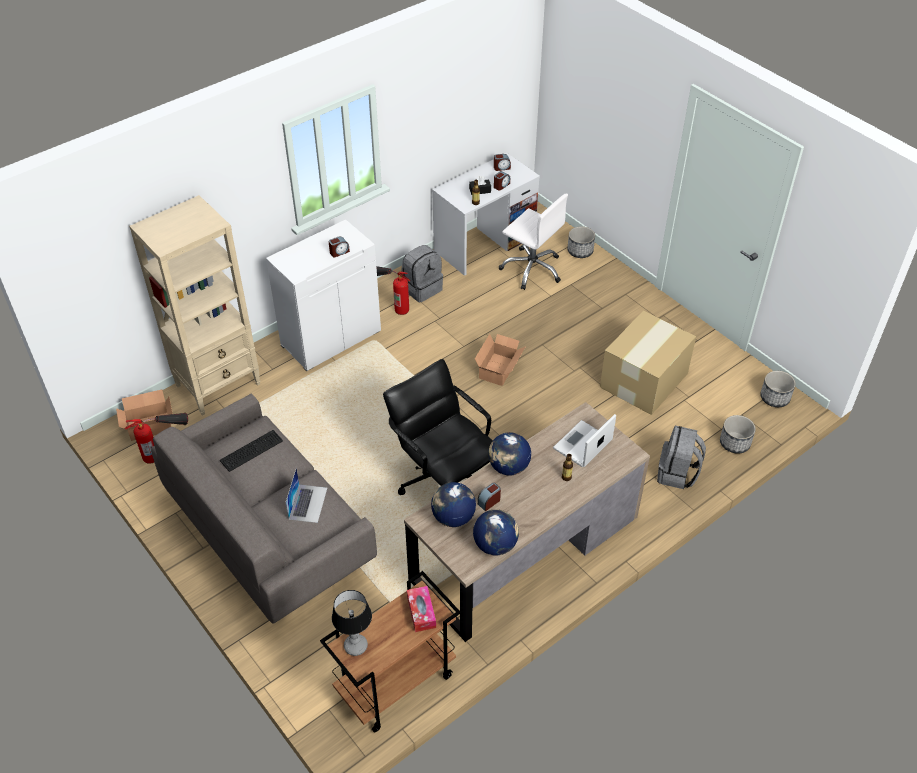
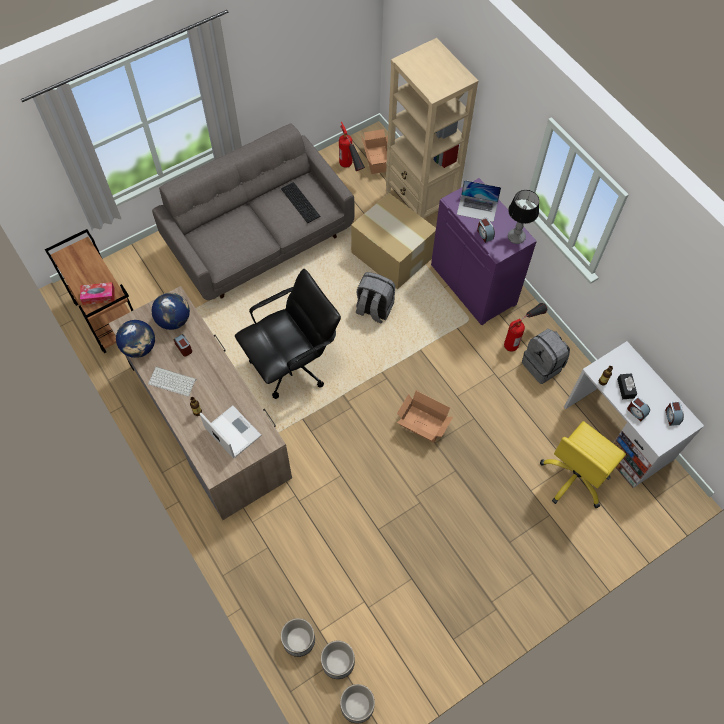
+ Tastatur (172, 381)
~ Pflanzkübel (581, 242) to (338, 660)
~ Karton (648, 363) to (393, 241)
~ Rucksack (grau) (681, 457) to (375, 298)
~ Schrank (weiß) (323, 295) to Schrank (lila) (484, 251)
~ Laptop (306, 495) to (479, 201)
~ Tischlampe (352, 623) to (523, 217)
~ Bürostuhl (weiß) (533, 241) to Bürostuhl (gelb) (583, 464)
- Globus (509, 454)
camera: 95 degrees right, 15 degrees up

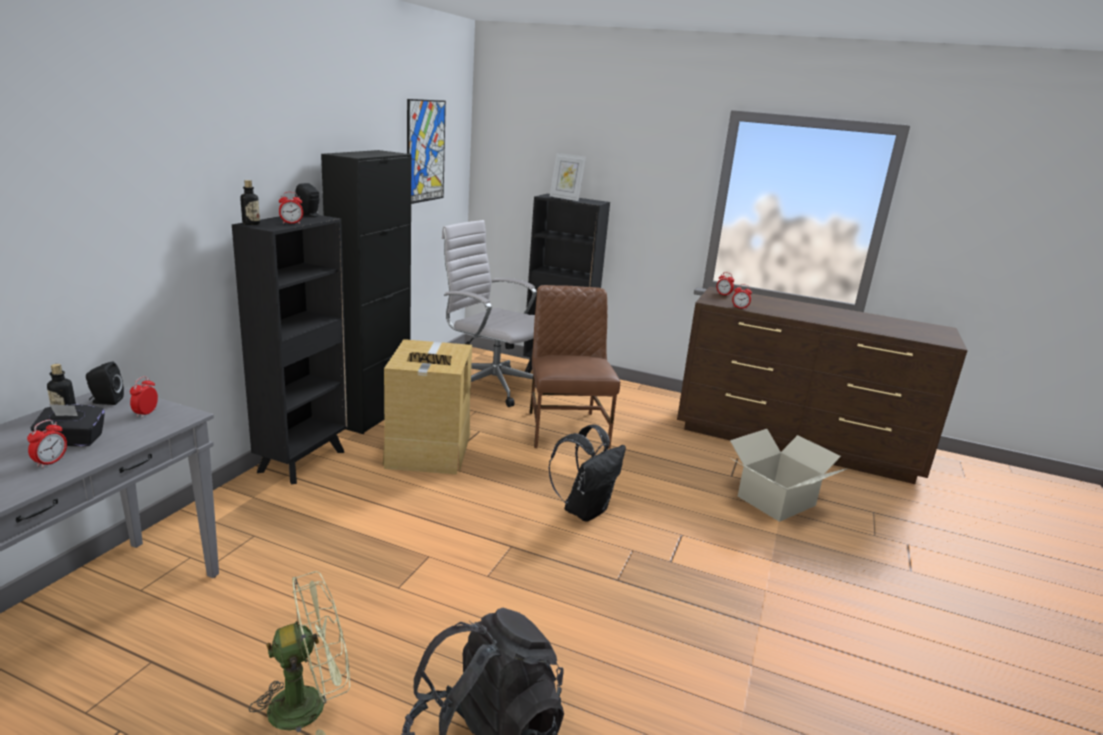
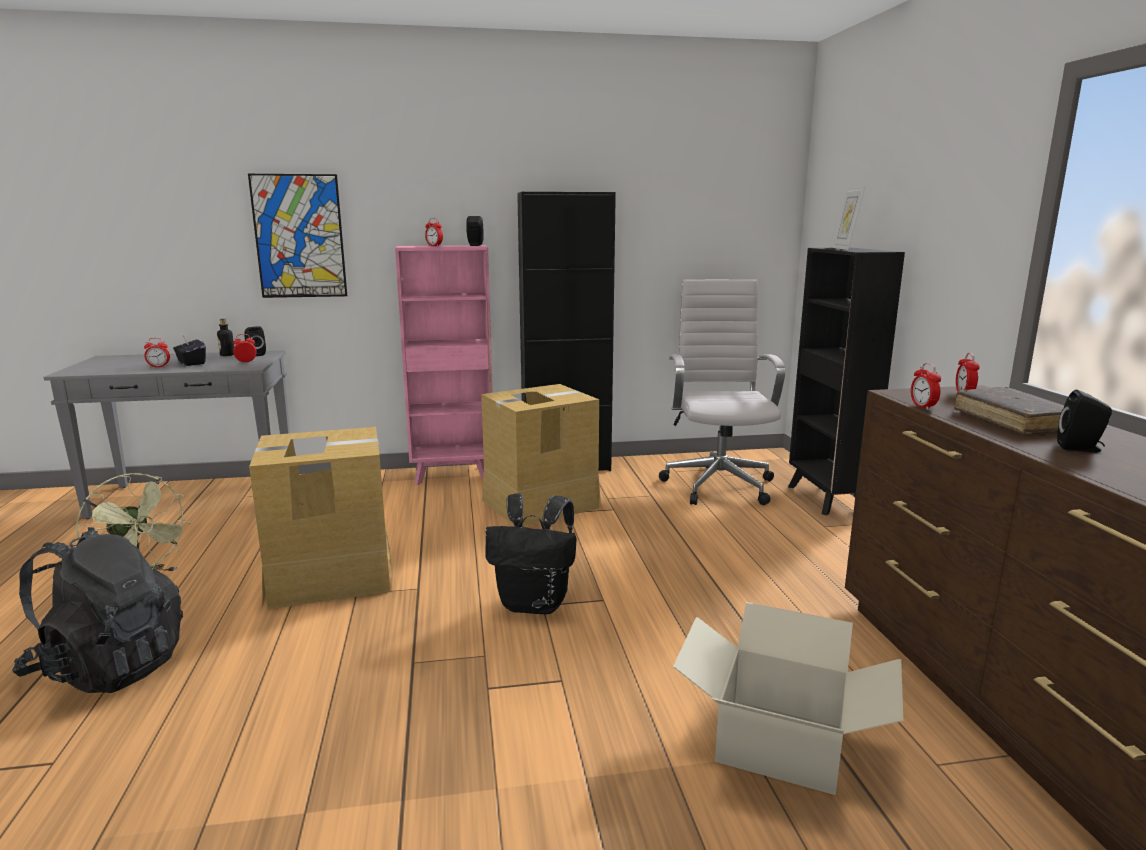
~ Bild (426, 151) to (297, 236)
+ Karton (322, 518)
~ Bücherregal (schwarz) (289, 349) to Bücherregal (rosa) (444, 365)
+ Buch (braun) (1009, 411)
+ Lautsprecher (schwarz) (1084, 420)
- Flasche (250, 202)
- Stuhl (braun) (575, 367)
camera: 60 degrees right, 5 degrees down

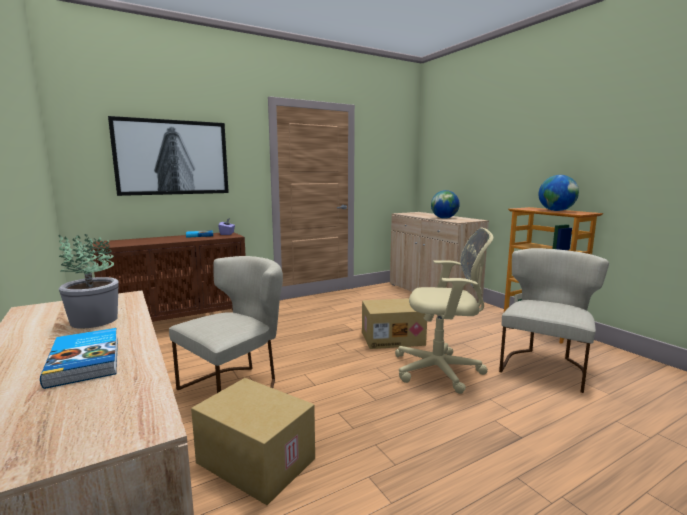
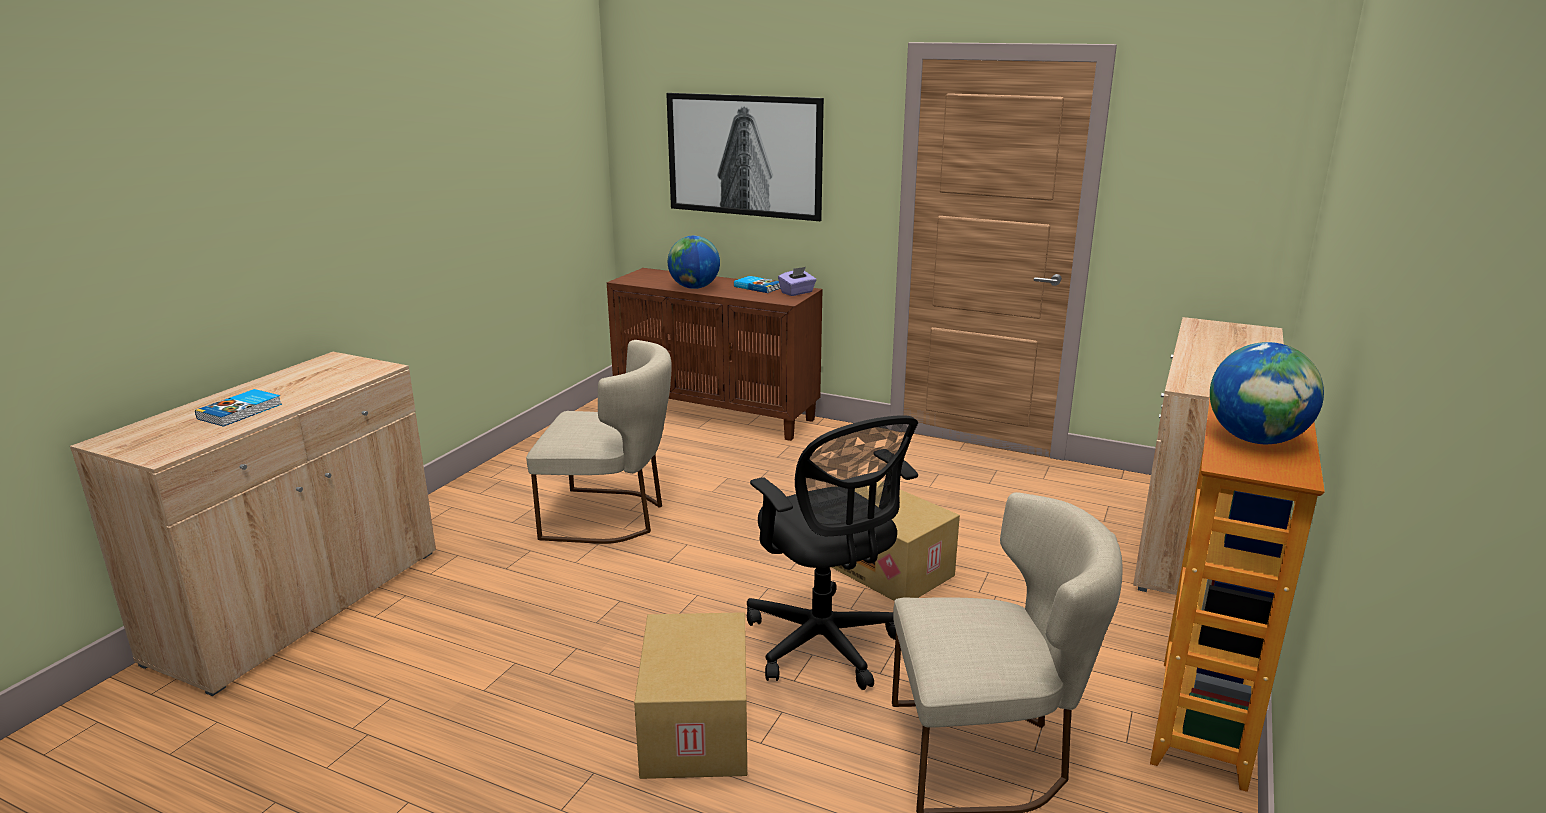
~ Karton (253, 441) to (690, 695)
~ Globus (445, 204) to (694, 262)
~ Bürostuhl (beige) (444, 311) to Bürostuhl (schwarz) (832, 552)
- Topfpflanze (89, 281)
camera: 55 degrees right, 10 degrees up

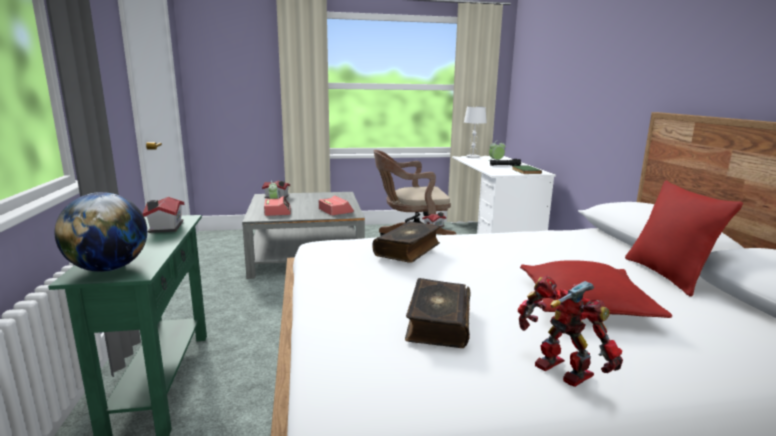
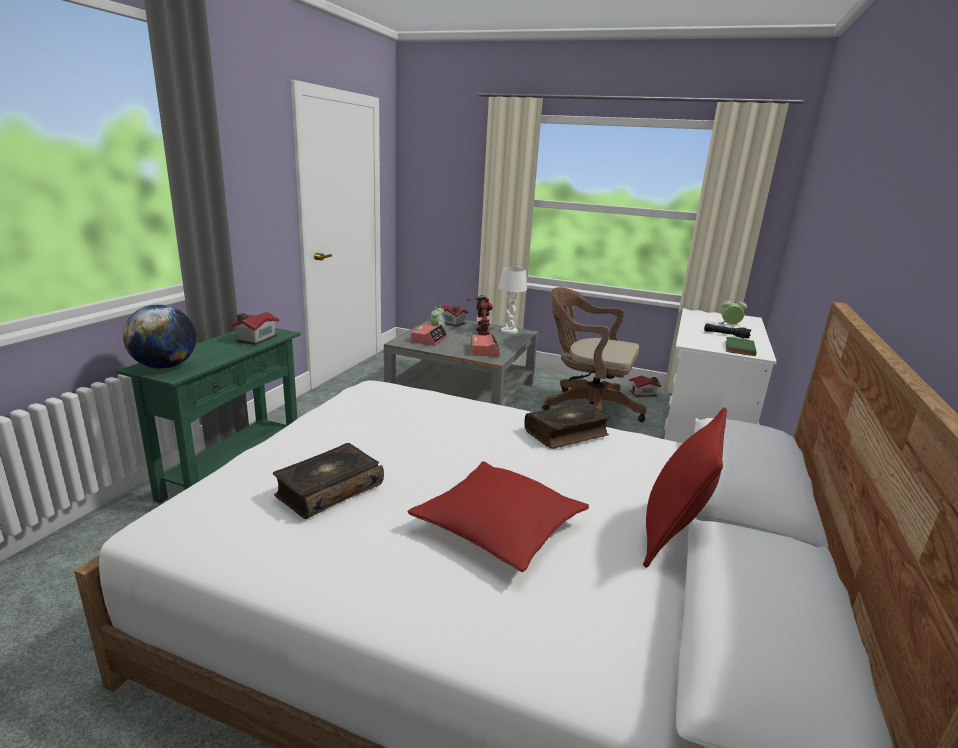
~ Spielzeugroboter (570, 331) to (480, 315)
~ Tischlampe (weiß) (475, 132) to (512, 300)
~ Buch (406, 242) to (567, 425)
camera: 30 degrees right, 5 degrees up

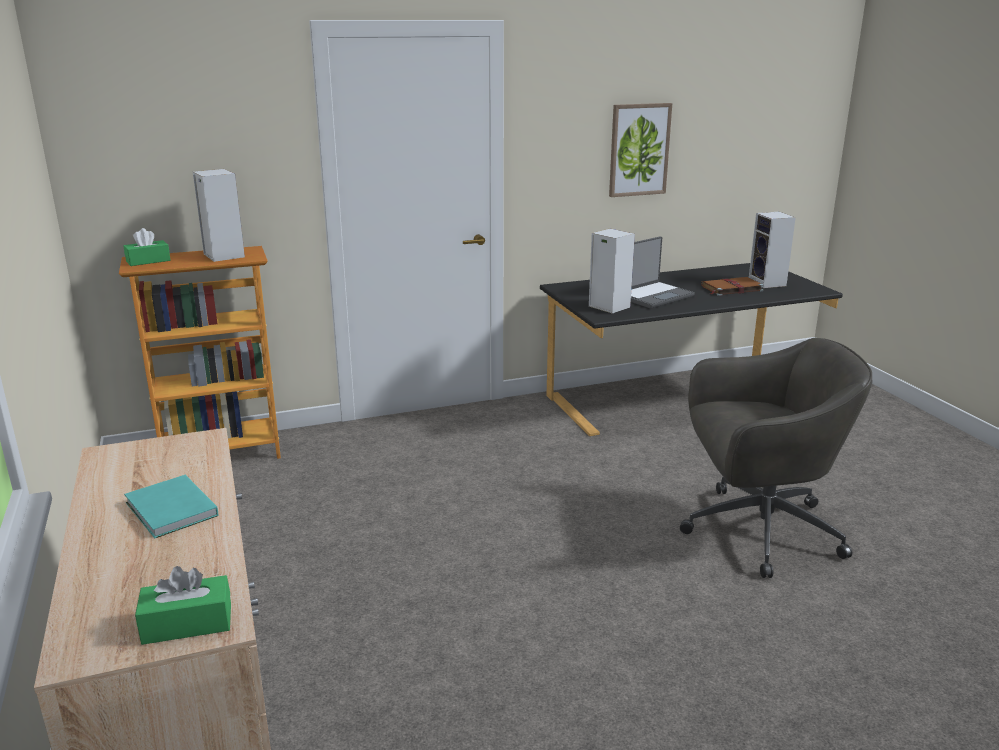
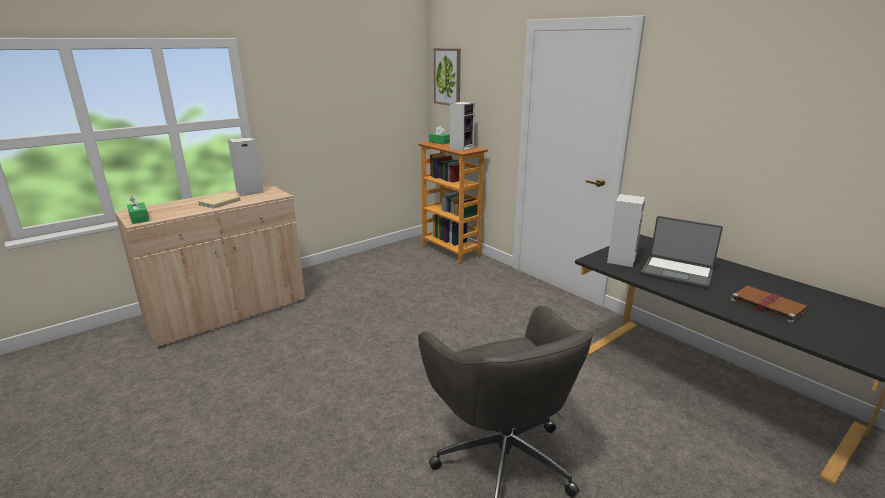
~ Buch (türkis) (171, 506) to Buch (beige) (219, 201)
~ Lautsprecher (772, 250) to (246, 166)
~ Bild (640, 150) to (447, 76)
camera: 70 degrees right, 0 degrees up

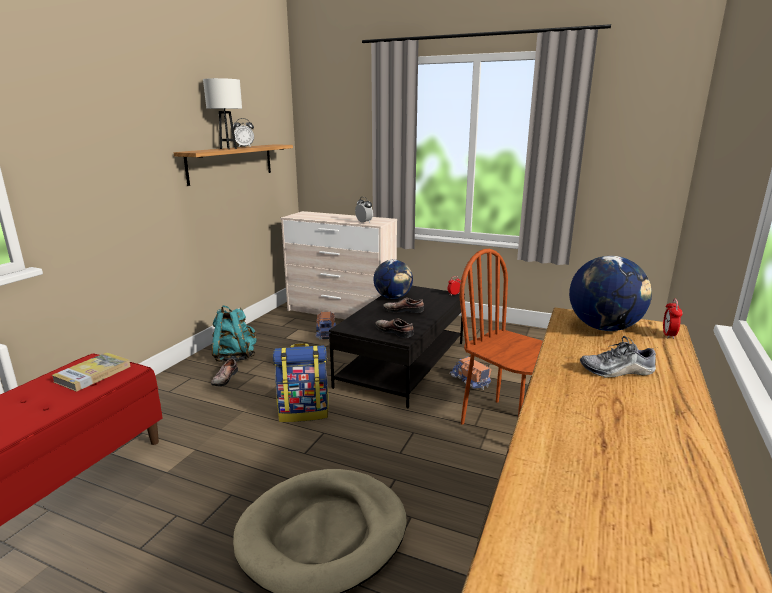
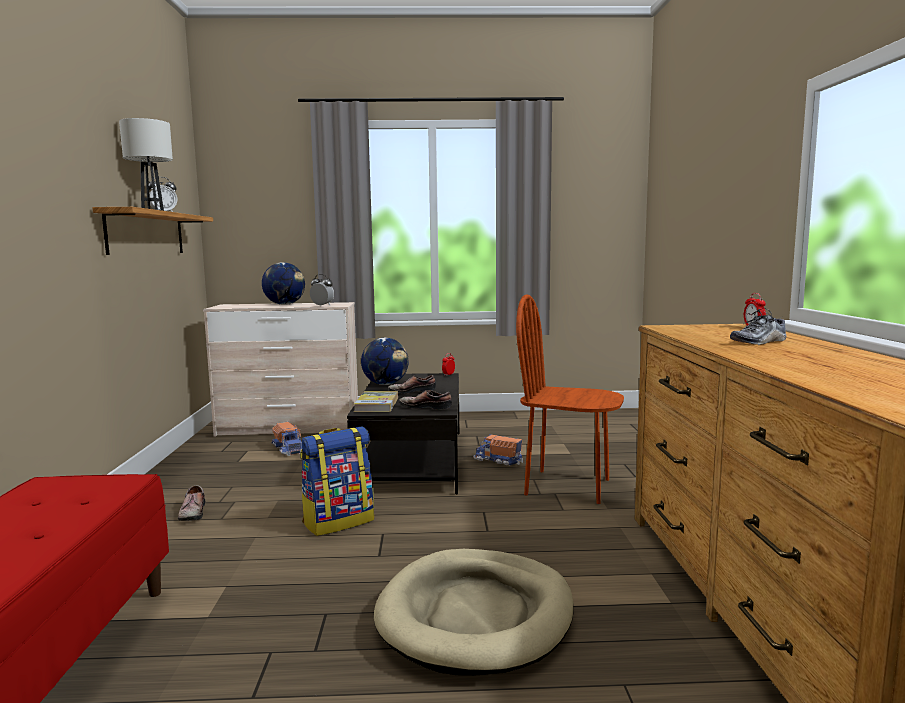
~ Globus (610, 293) to (283, 283)
~ Buch (91, 372) to (376, 401)
- Rucksack (türkis) (234, 333)
camera: 25 degrees left, 10 degrees down

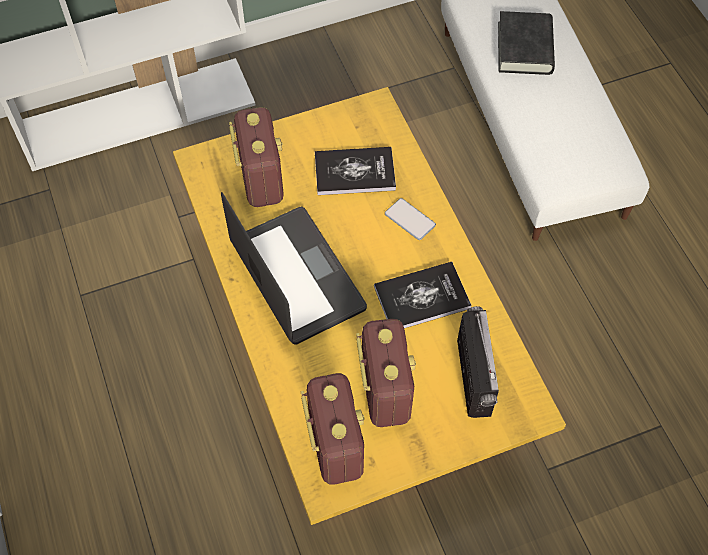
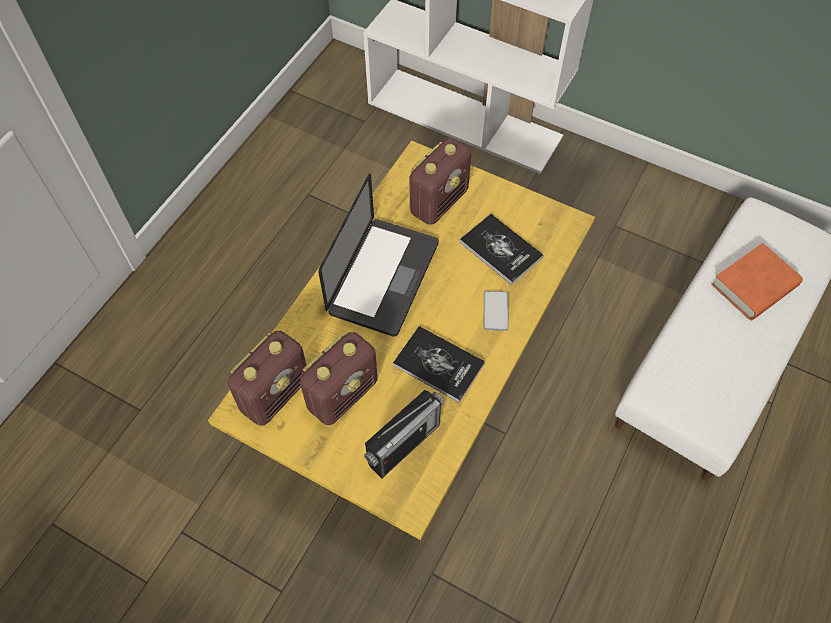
~ Buch (schwarz) (526, 43) to Buch (orange) (757, 281)
camera: 50 degrees right, 0 degrees up

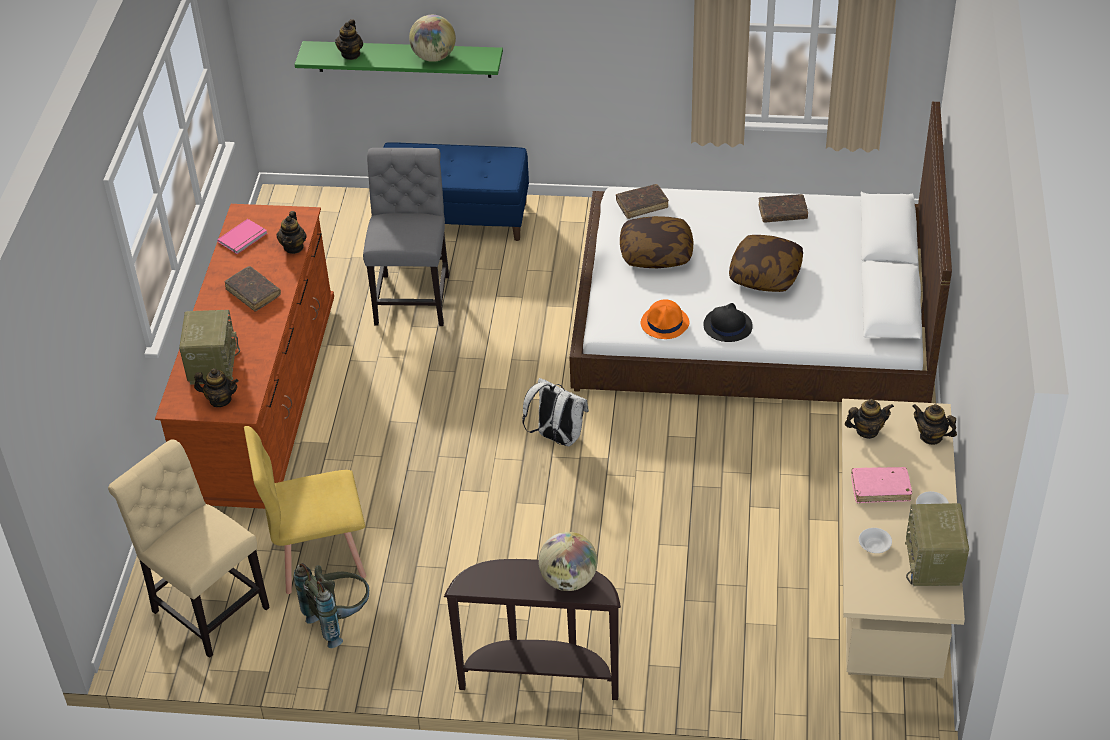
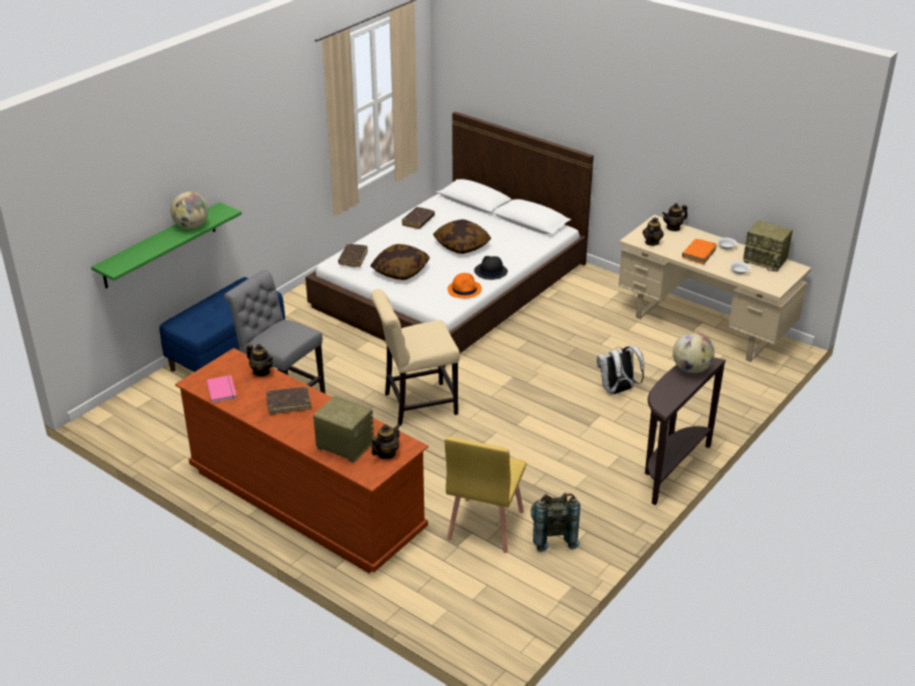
~ Stuhl (beige) (189, 548) to (415, 357)
~ Rucksack (weiß) (555, 412) to (620, 370)
~ Buch (rosa) (881, 485) to Buch (orange) (699, 252)
- Teekanne (349, 39)
camera: 60 degrees left, 10 degrees down

